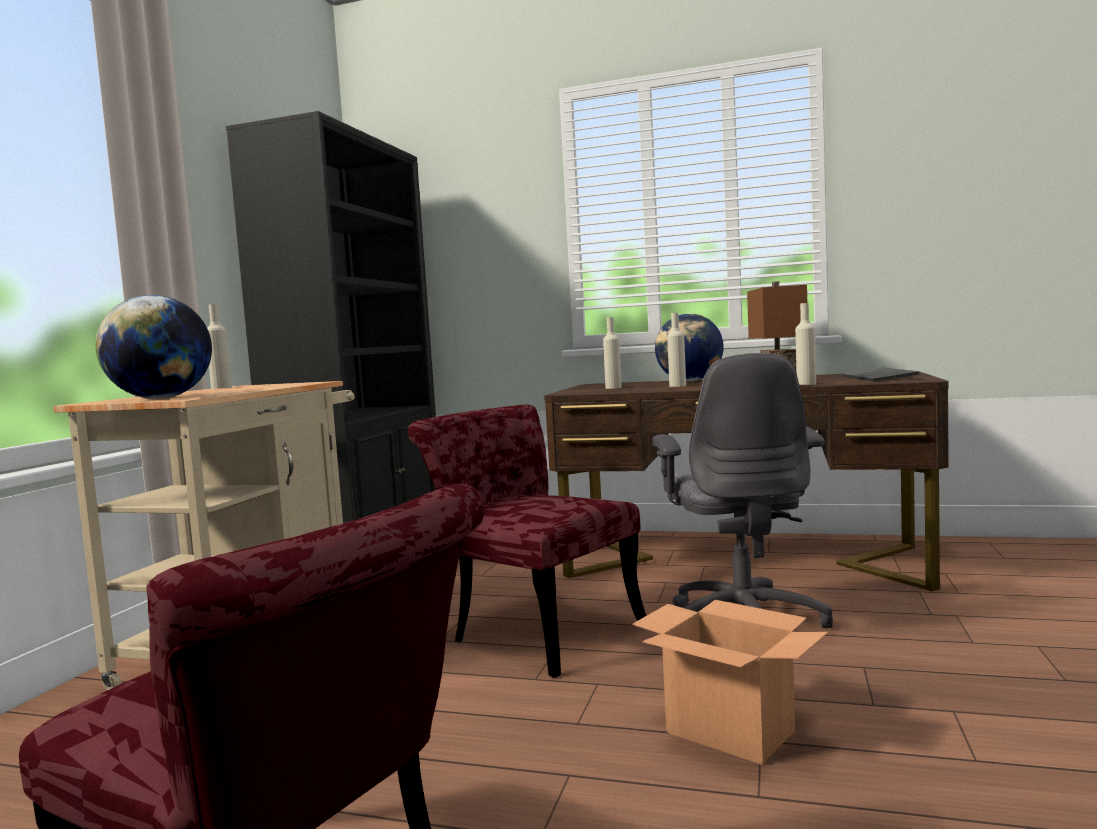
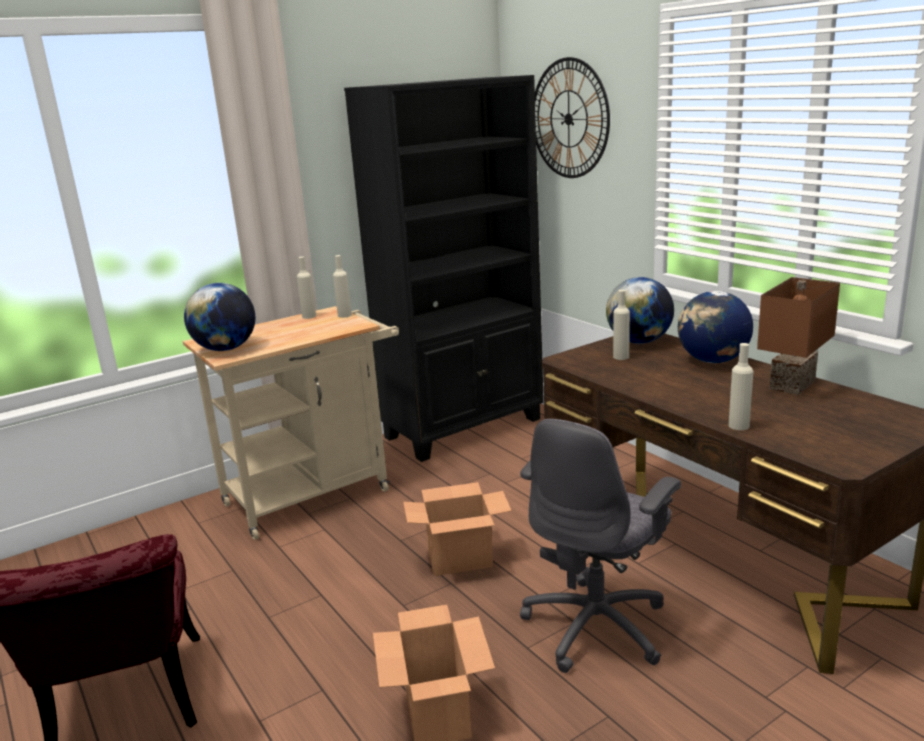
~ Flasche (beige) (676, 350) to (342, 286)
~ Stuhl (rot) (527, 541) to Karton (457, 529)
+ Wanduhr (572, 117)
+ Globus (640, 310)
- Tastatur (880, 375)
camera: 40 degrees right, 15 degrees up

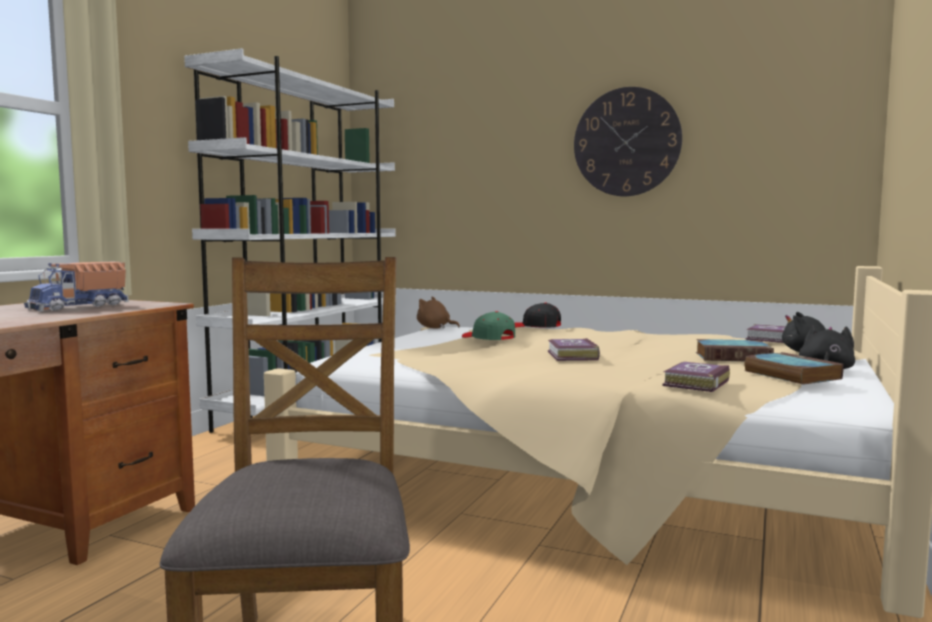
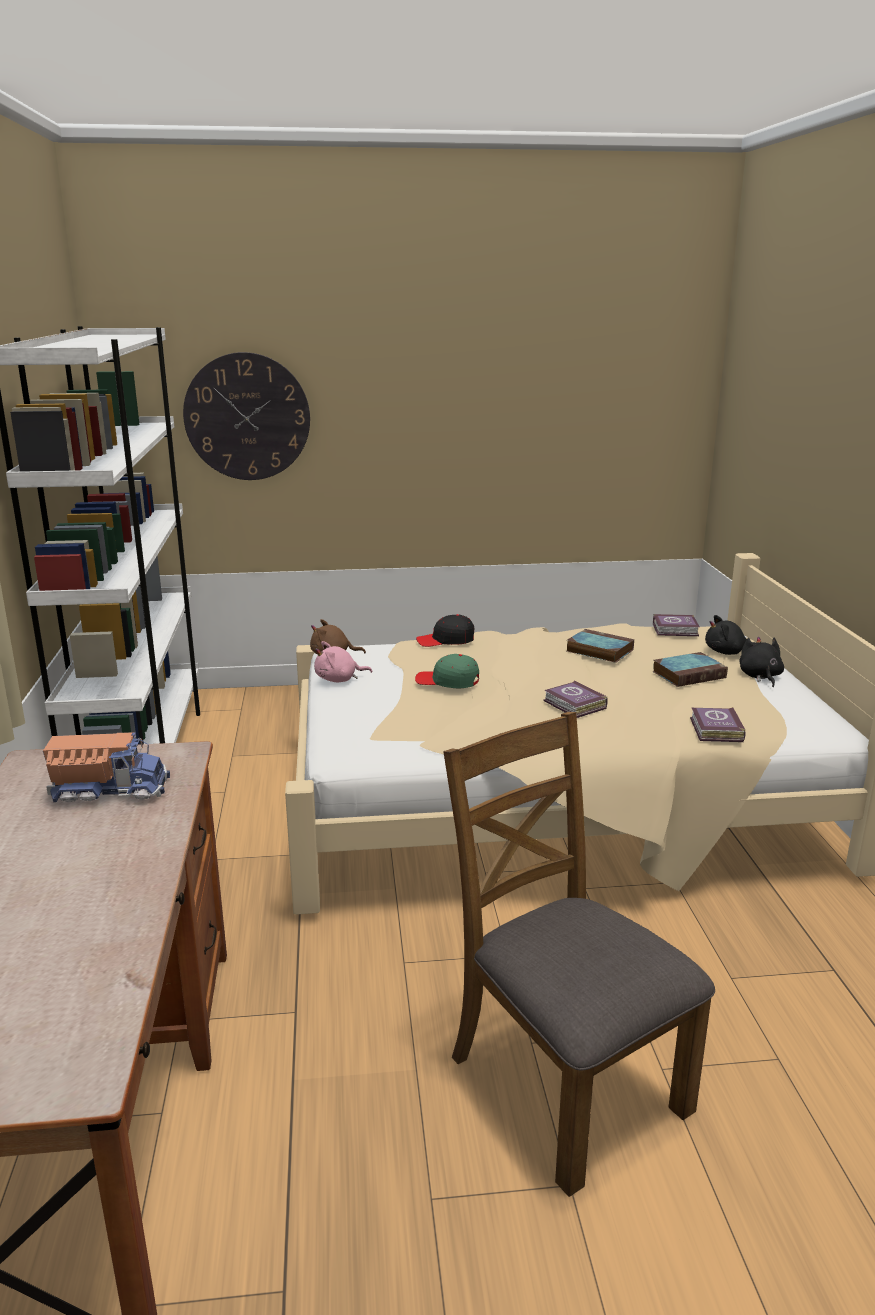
~ Spielzeuglaster (76, 287) = (106, 767) 105 degrees counterclockwise
~ Wanduhr (628, 141) to (246, 416)
+ Plüschtier (rosa) (343, 661)
~ Buch (794, 368) to (600, 646)
camera: 30 degrees left, 15 degrees up

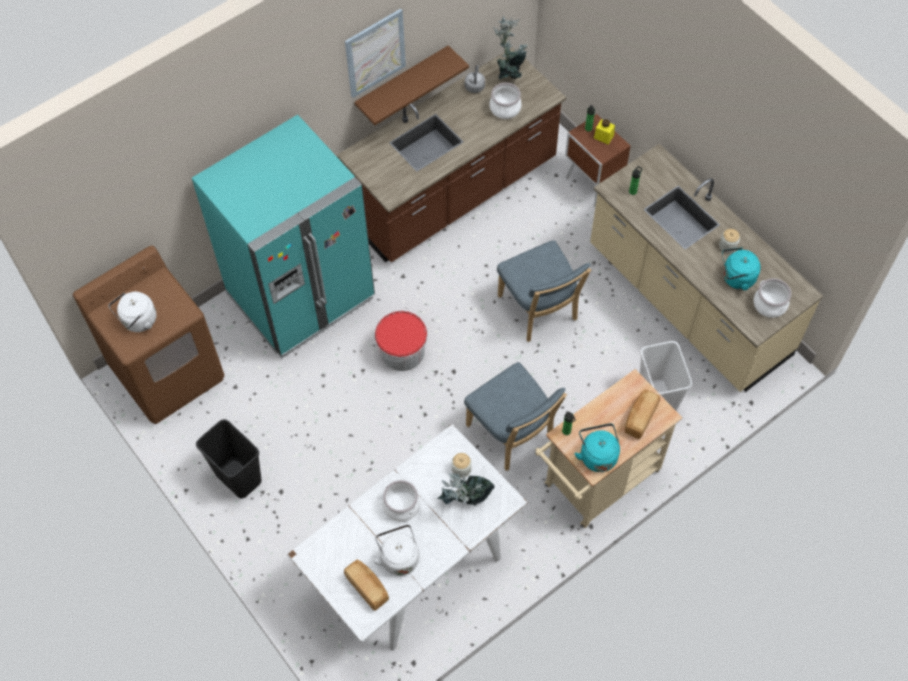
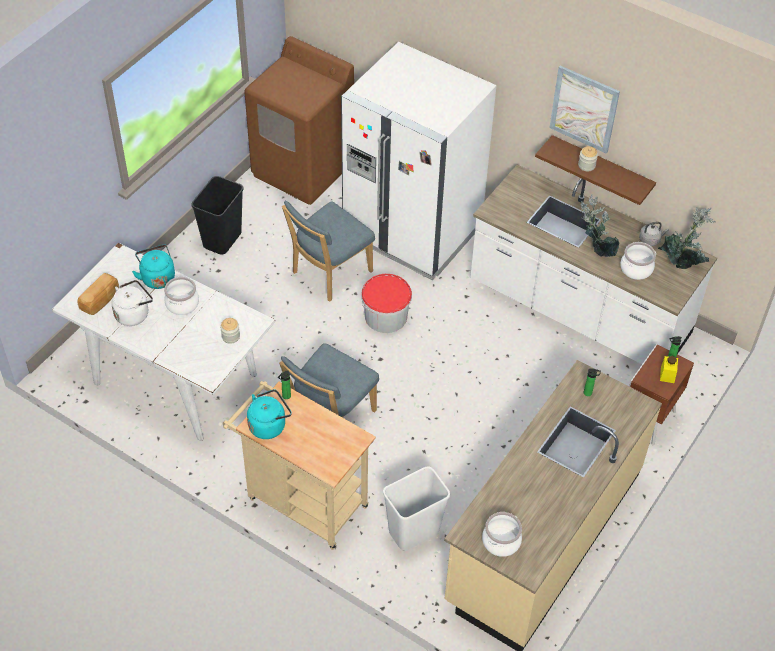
~ Wasserkessel (türkis) (741, 268) to (153, 266)
~ Stuhl (blau) (544, 291) to (328, 251)
~ Kühlschrank (türkis) (283, 236) to Kühlschrank (weiß) (418, 161)
~ Küchenzeile (braun) (451, 154) to Küchenzeile (weiß) (593, 264)
~ Vorratsglas (729, 241) to (588, 158)
~ Topfpflanze (466, 489) to (600, 225)
- Wasserkessel (weiß) (132, 312)
- Brot (642, 414)
camera: 70 degrees right, 10 degrees down

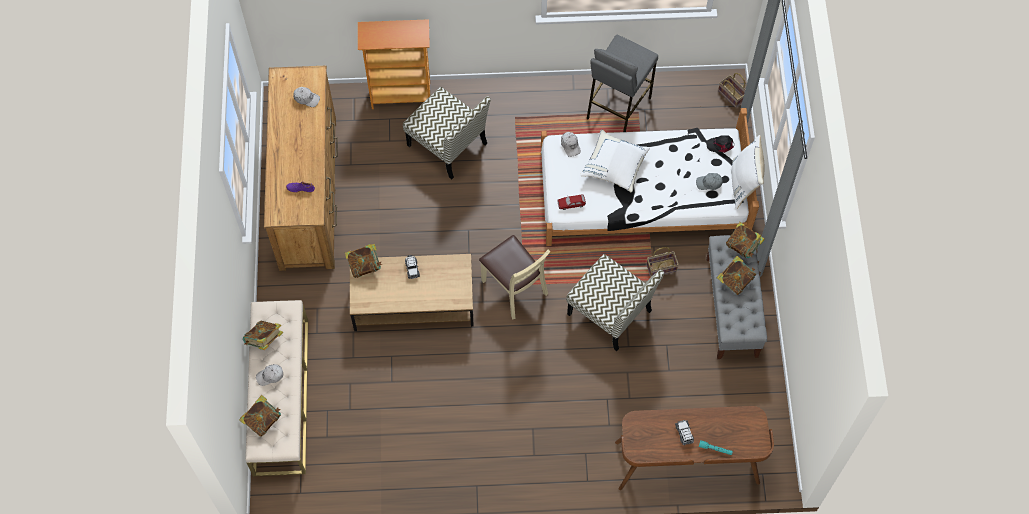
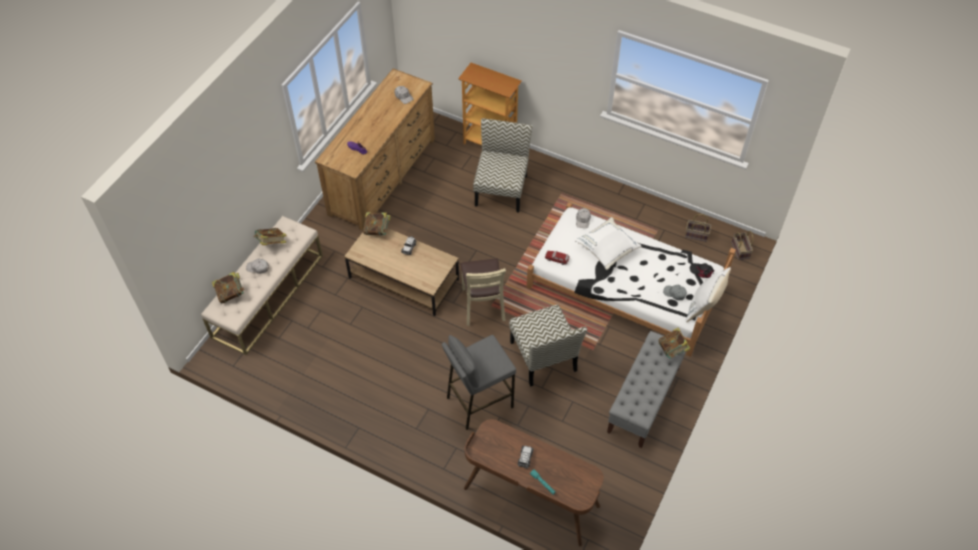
~ Hocker (grau) (622, 83) to (479, 382)
~ Stuhl (447, 133) = (502, 165) 150 degrees counterclockwise
~ Korb (662, 262) to (698, 228)
- Buch (736, 275)
camera: 30 degrees right, 10 degrees down

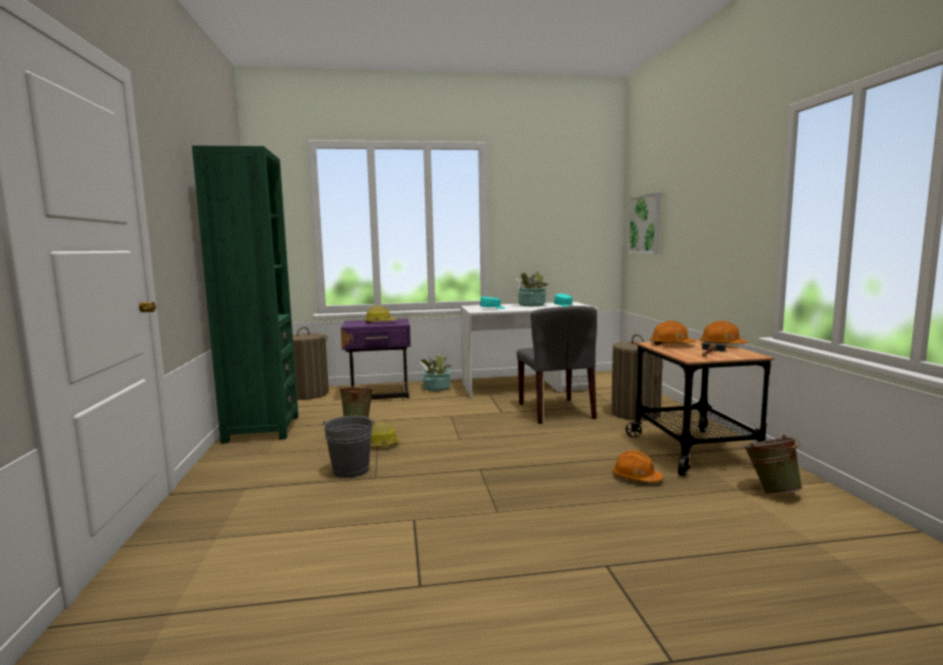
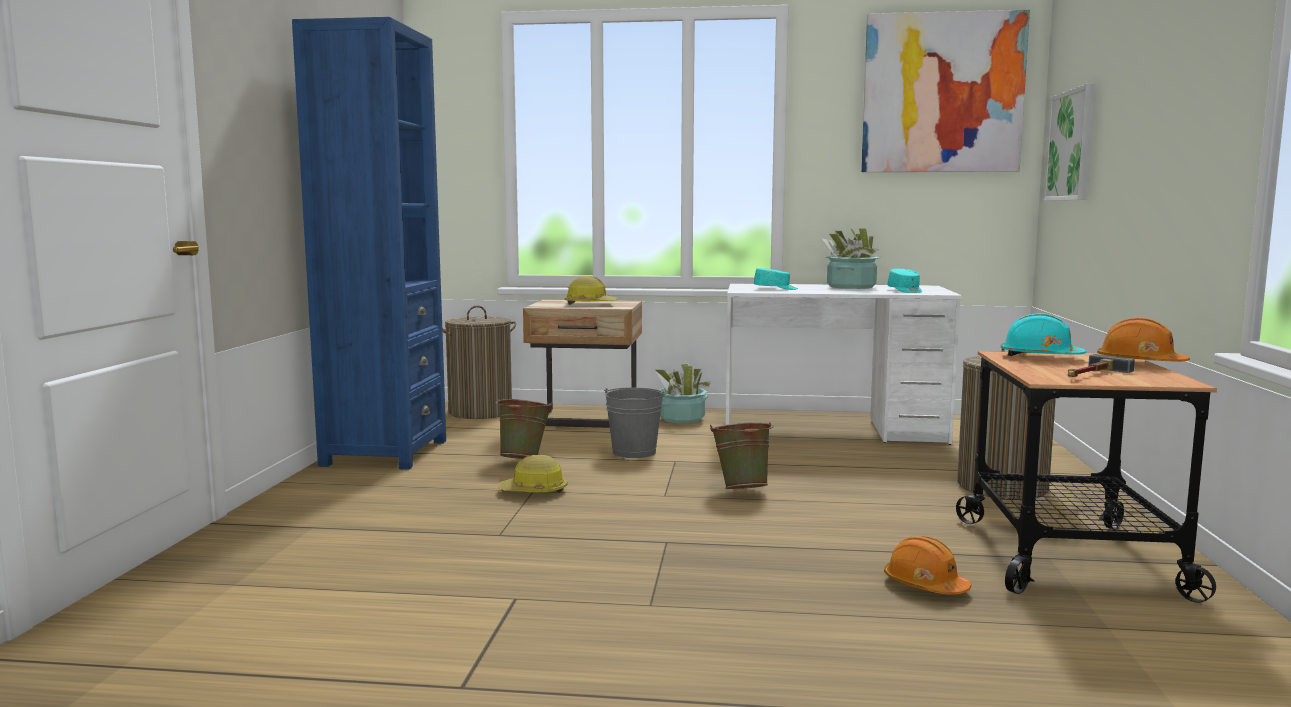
~ Bücherregal (grün) (245, 295) to Bücherregal (blau) (369, 243)
~ Nachttisch (lila) (376, 358) to Nachttisch (beige) (582, 364)
~ Eimer (grau) (349, 447) to (635, 422)
~ Eimer (grün) (773, 464) to (742, 455)
+ Bild (945, 91)
~ Schutzhelm (orange) (673, 333) to Schutzhelm (türkis) (1043, 334)
- Stuhl (grau) (557, 365)
camera: 15 degrees right, 0 degrees up

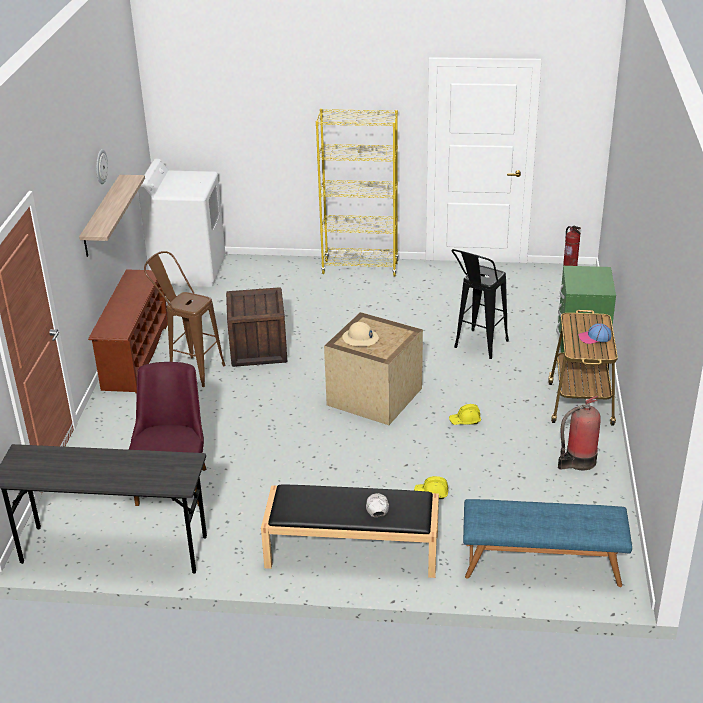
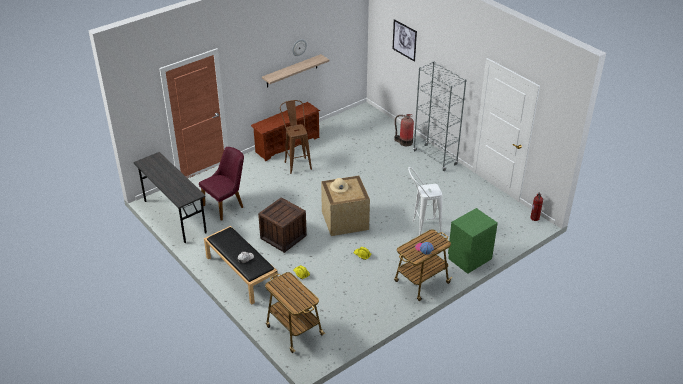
~ Kiste (256, 327) to (282, 225)
~ Bank (blau) (547, 543) to Rollwagen (295, 312)
+ Bild (405, 40)
~ Feuerlöscher (579, 433) to (404, 130)
~ Hocker (schwarz) (480, 304) to Hocker (weiß) (425, 201)
~ Bücherregal (gelb) (357, 192) to Bücherregal (grau) (439, 116)
- Waschmaschine (weiß) (181, 223)
camera: 45 degrees right, 5 degrees up

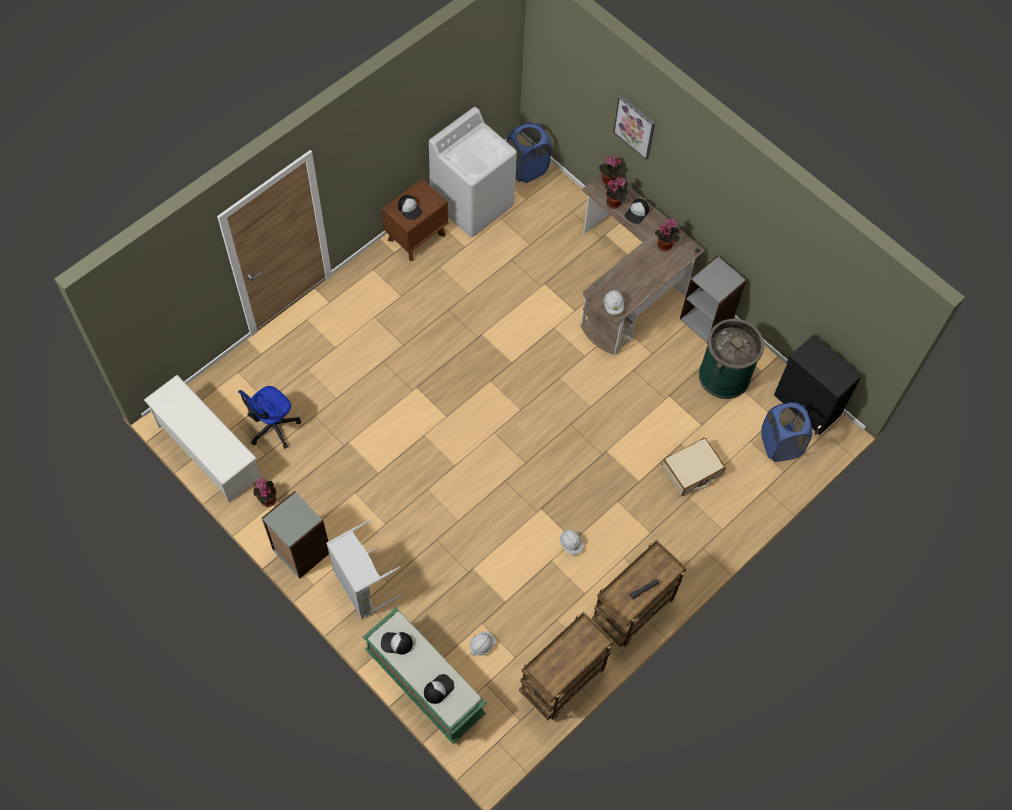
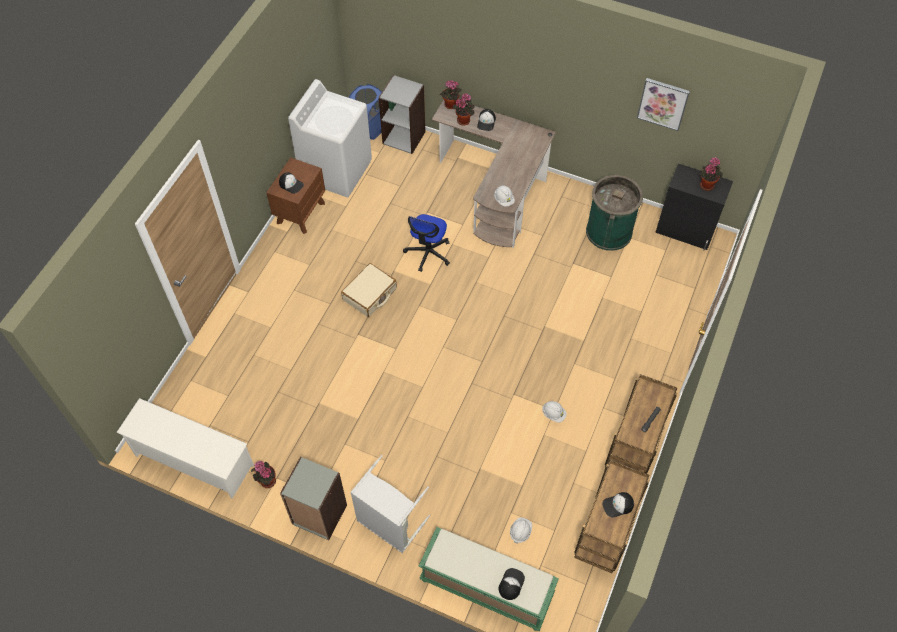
~ Koffer (beige) (694, 467) to (369, 290)
~ Bücherregal (grau) (713, 299) to (402, 114)
~ Bürostuhl (269, 417) to (426, 243)
~ Kappe (397, 643) to (618, 504)
~ Bild (634, 127) to (663, 104)
~ Topfpflanze (667, 235) to (711, 174)
- Wäschekorb (blau) (786, 432)
camera: 20 degrees left, 5 degrees down

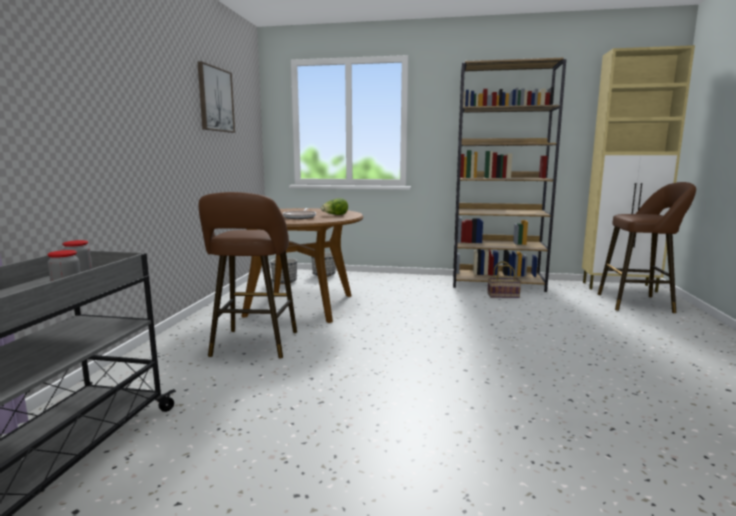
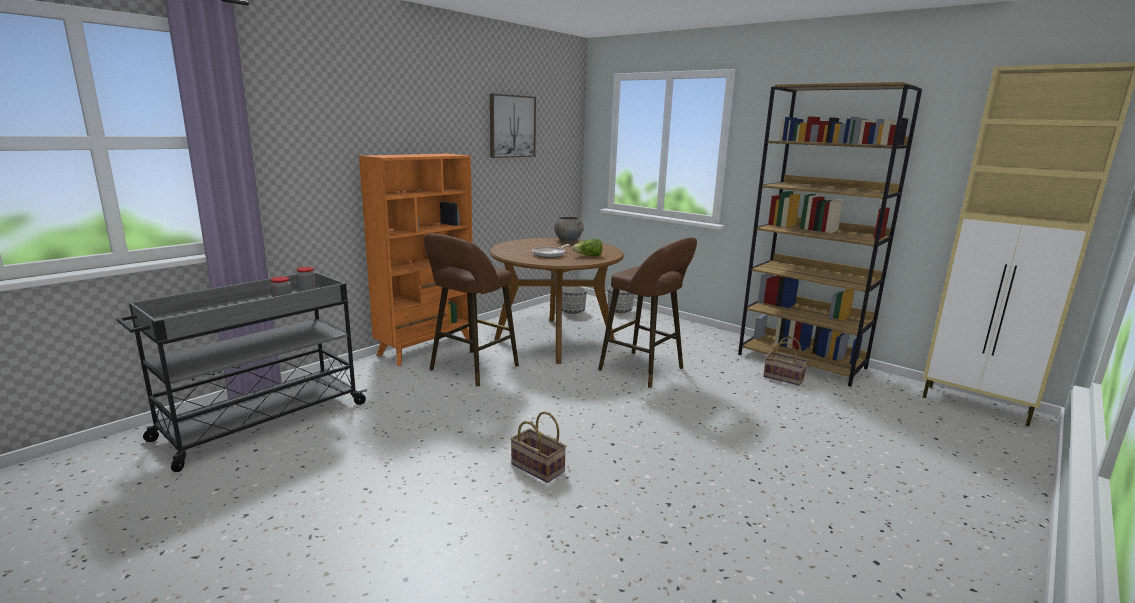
+ Bücherregal (orange) (416, 260)
+ Korb (538, 447)
+ Schüssel (grau) (569, 229)
~ Hocker (braun) (647, 247) to (647, 312)
camera: 30 degrees right, 5 degrees up

